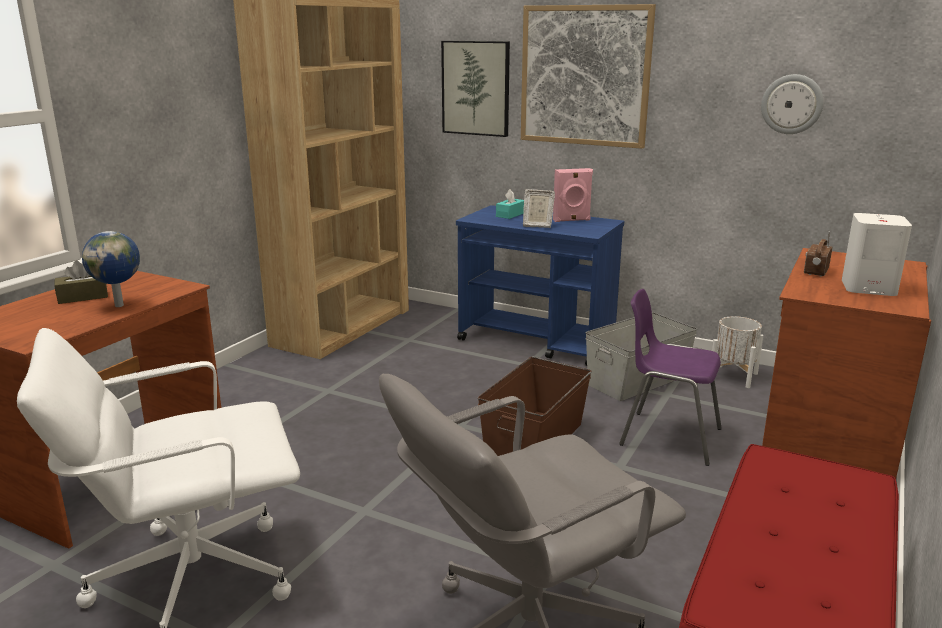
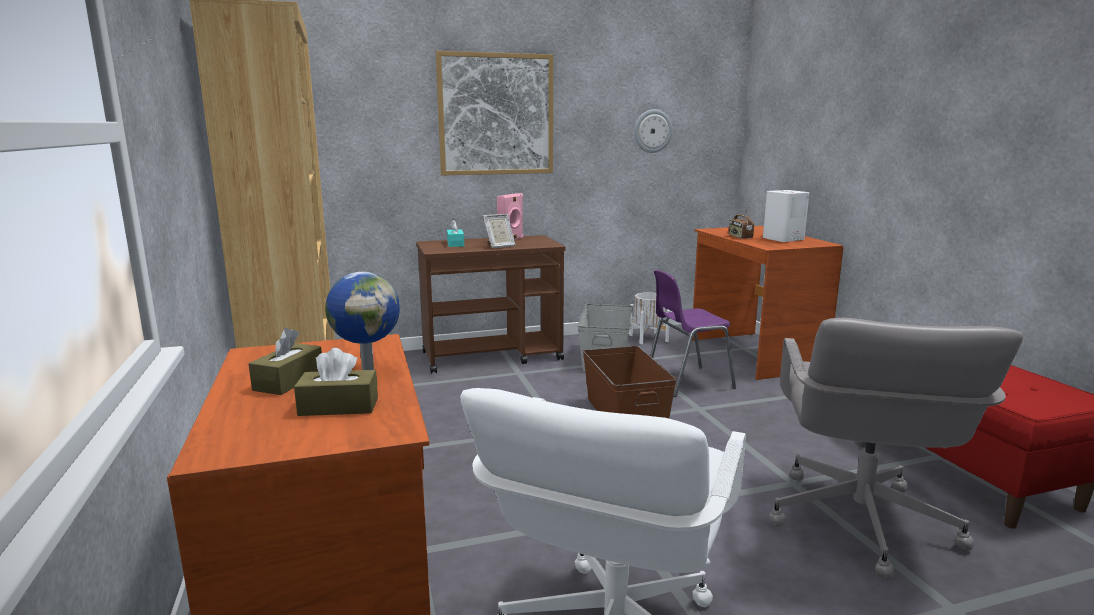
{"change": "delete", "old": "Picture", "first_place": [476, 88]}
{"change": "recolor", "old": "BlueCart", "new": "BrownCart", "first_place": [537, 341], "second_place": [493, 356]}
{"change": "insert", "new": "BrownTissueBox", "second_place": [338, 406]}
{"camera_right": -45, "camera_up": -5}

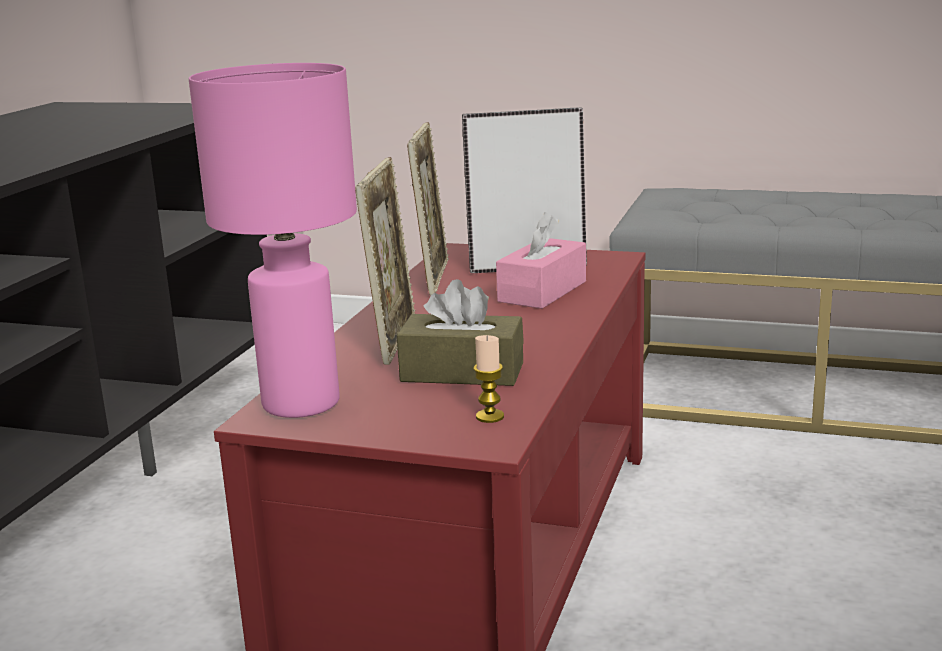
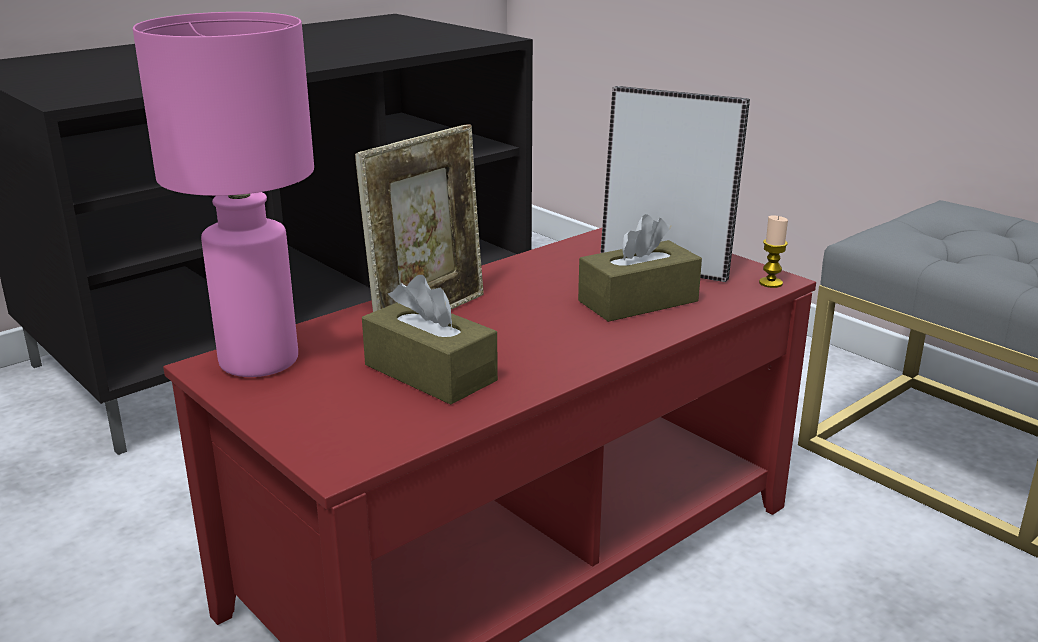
{"change": "delete", "old": "PictureFrame", "first_place": [433, 277]}
{"change": "move", "old": "Candle", "first_place": [490, 416], "second_place": [770, 283]}
{"change": "recolor", "old": "PinkTissueBox", "new": "BrownTissueBox", "first_place": [542, 291], "second_place": [638, 301]}
{"camera_right": 30, "camera_up": 5}

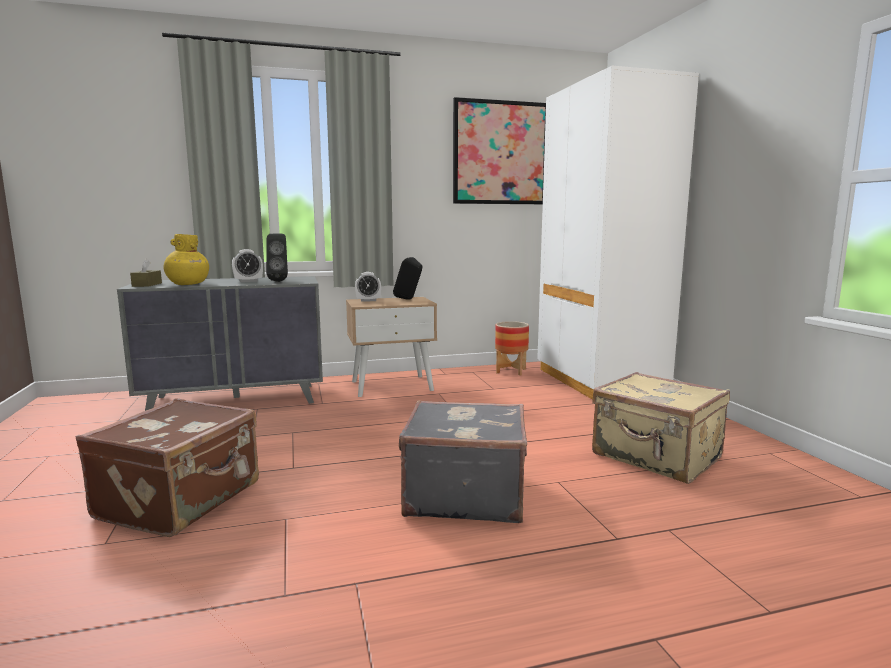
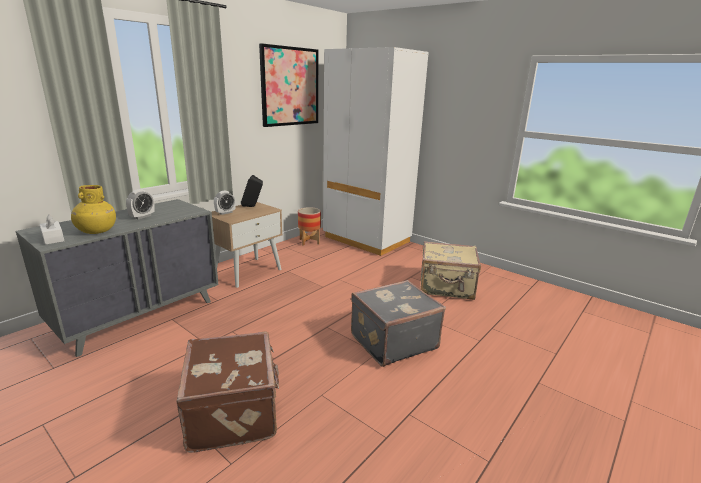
{"change": "recolor", "old": "BrownTissueBox", "new": "WhiteTissueBox", "first_place": [147, 284], "second_place": [53, 238]}
{"change": "delete", "old": "BlackSpeaker", "first_place": [279, 281]}
{"camera_right": -35, "camera_up": 10}

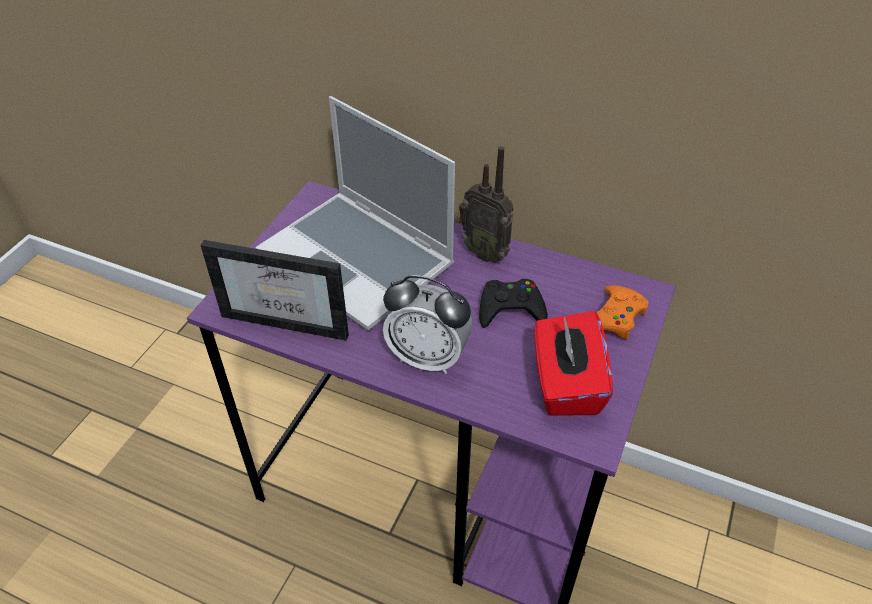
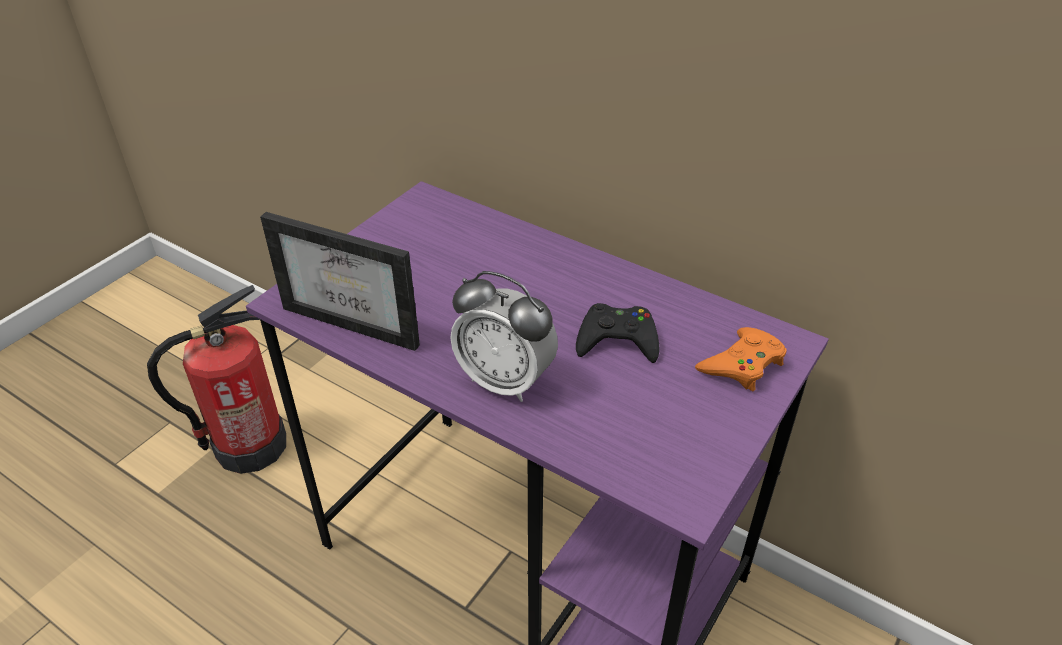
{"change": "delete", "old": "Laptop", "first_place": [359, 260]}
{"change": "delete", "old": "Radio", "first_place": [486, 252]}
{"change": "delete", "old": "RedTissueBox", "first_place": [566, 384]}
{"change": "insert", "new": "FireExtinguisher", "second_place": [249, 446]}
{"camera_right": 10, "camera_up": -5}

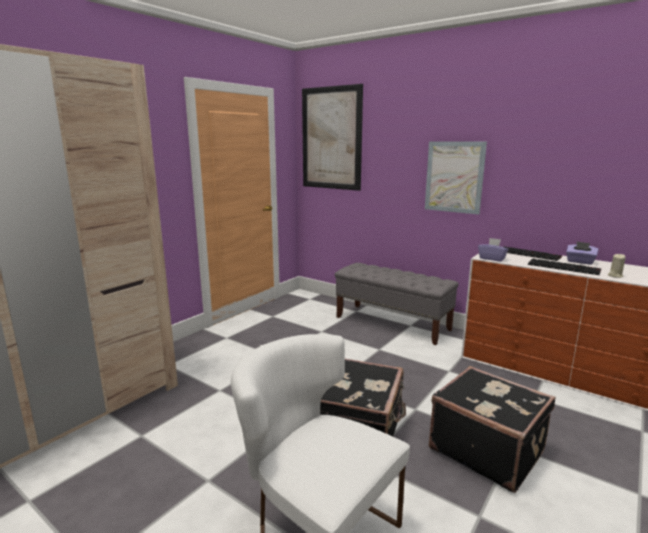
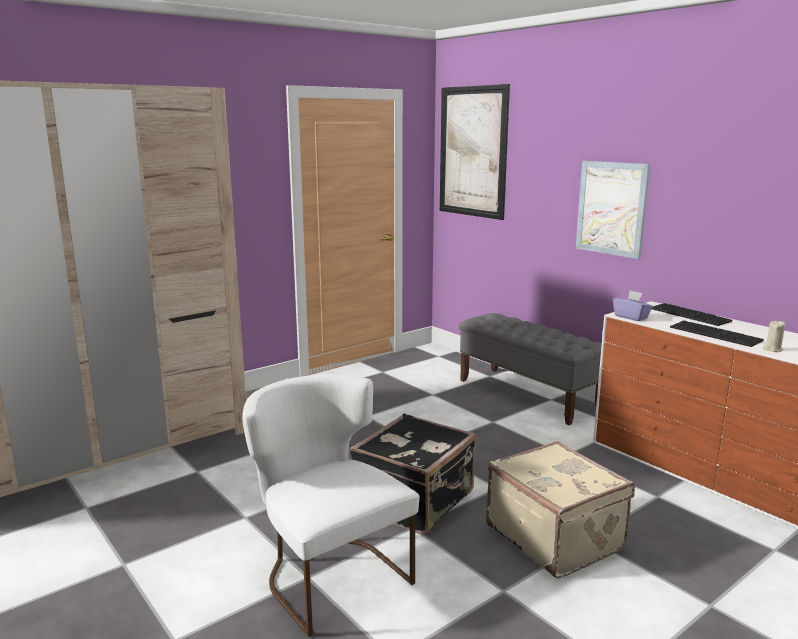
{"change": "recolor", "old": "BlackSuitcase", "new": "BeigeSuitcase", "first_place": [486, 449], "second_place": [555, 536]}
{"change": "delete", "old": "PurpleTissueBox", "first_place": [580, 262]}
{"camera_right": 15, "camera_up": 0}

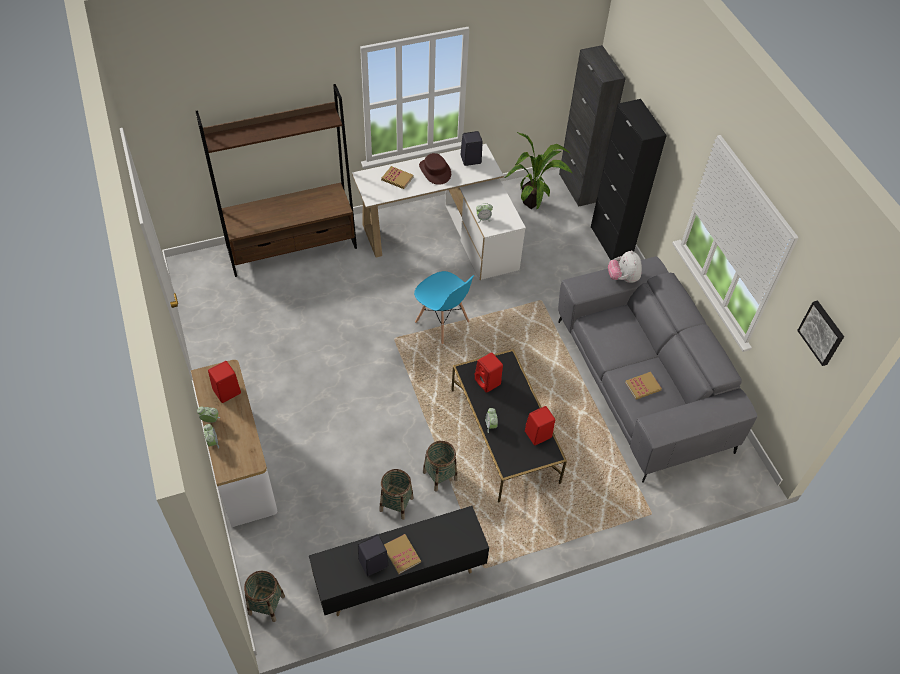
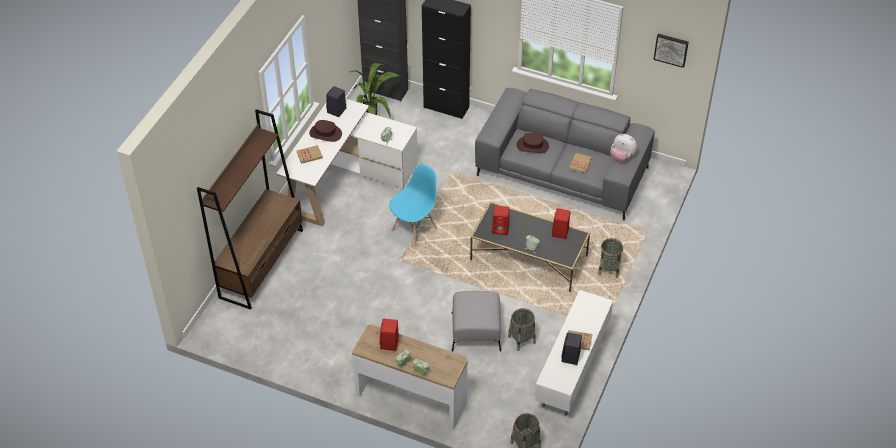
{"change": "recolor", "old": "BlackTvStand", "new": "WhiteTvStand", "first_place": [399, 578], "second_place": [571, 370]}
{"change": "rotate", "old": "BlueChair", "first_place": [442, 323], "second_place": [414, 229], "degrees": -45}
{"change": "move", "old": "Basket", "first_place": [440, 476], "second_place": [609, 269]}
{"change": "move", "old": "PlushToy", "first_place": [623, 278], "second_place": [622, 157]}
{"change": "insert", "new": "GreyOttoman", "second_place": [476, 331]}
{"change": "insert", "new": "BrownHat", "second_place": [532, 146]}
{"camera_right": -45, "camera_up": -5}

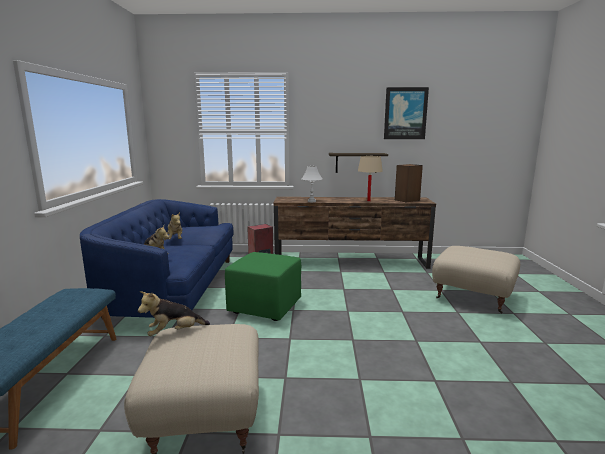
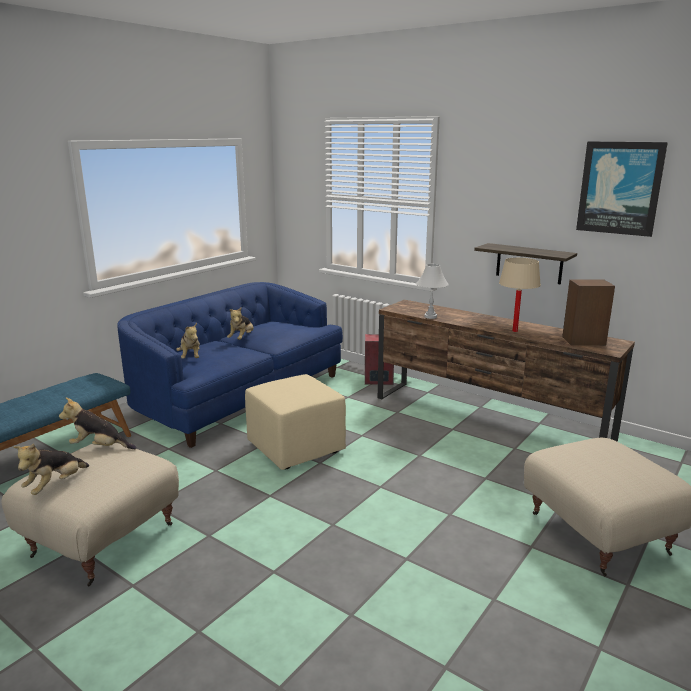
{"change": "recolor", "old": "GreenOttoman", "new": "BeigeOttoman", "first_place": [264, 307], "second_place": [294, 448]}
{"change": "insert", "new": "PlushToy", "second_place": [55, 485]}
{"camera_right": 35, "camera_up": 5}

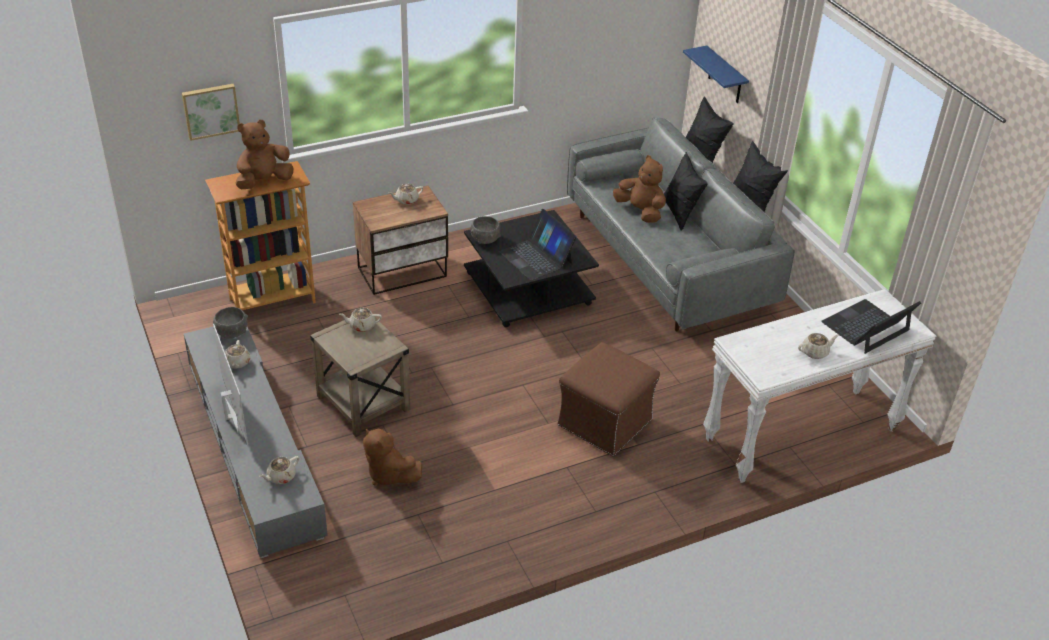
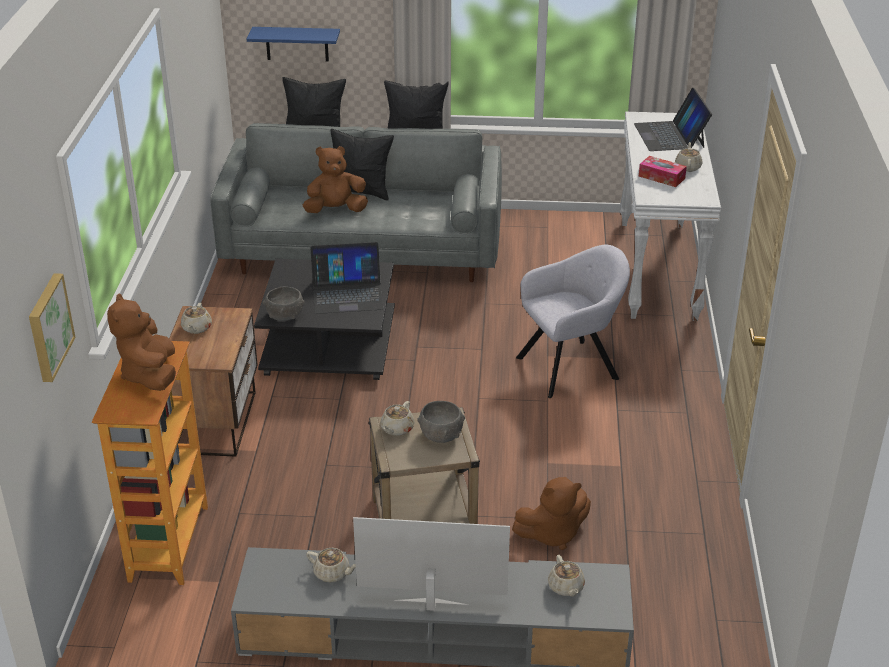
{"change": "move", "old": "GreyBowl", "first_place": [232, 332], "second_place": [441, 435]}
{"change": "replace", "old": "BrownOttoman", "new": "GreyArmchair", "first_place": [604, 423], "second_place": [571, 367]}
{"change": "insert", "new": "TissueBox", "second_place": [661, 177]}
{"camera_right": -60, "camera_up": -5}

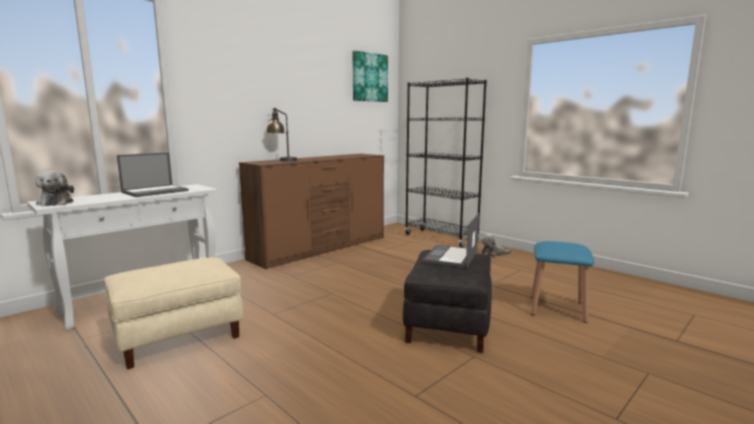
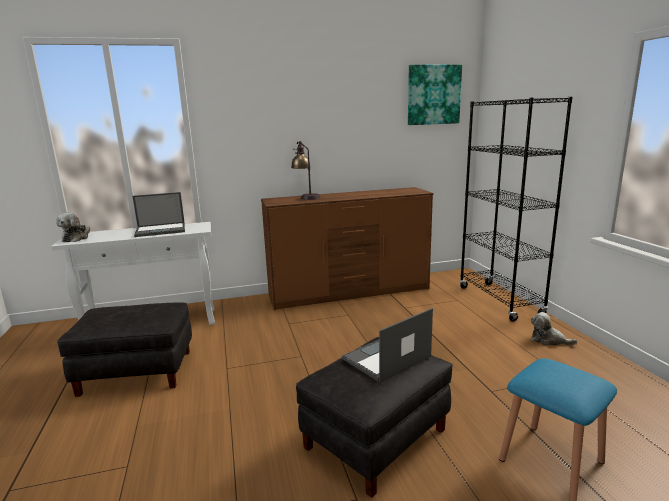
{"change": "recolor", "old": "BeigeOttoman", "new": "BlackOttoman", "first_place": [178, 337], "second_place": [136, 373]}
{"camera_right": 30, "camera_up": 5}

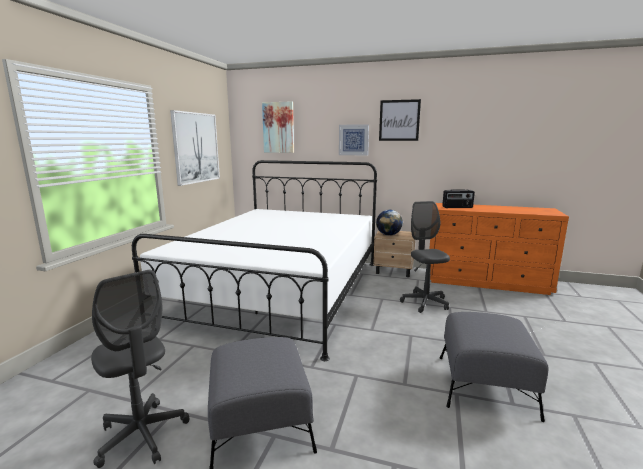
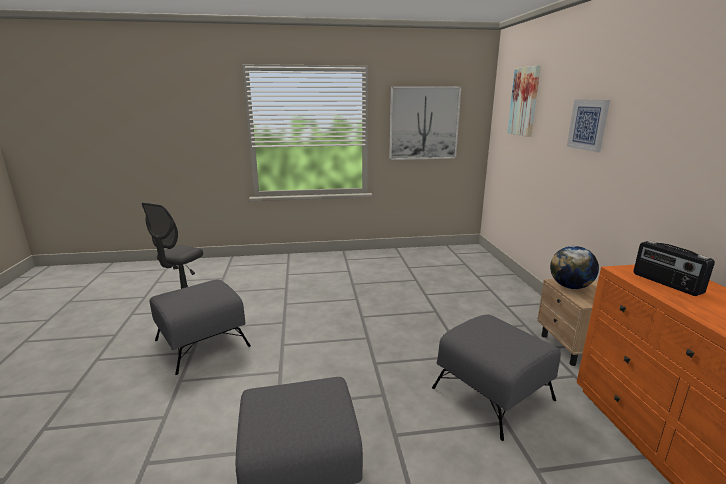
{"change": "delete", "old": "WhiteBed", "first_place": [280, 290]}
{"change": "delete", "old": "Picture", "first_place": [399, 120]}
{"change": "replace", "old": "GreyOfficeChair", "new": "GreyOttoman", "first_place": [424, 302], "second_place": [493, 394]}
{"camera_right": 65, "camera_up": 5}

